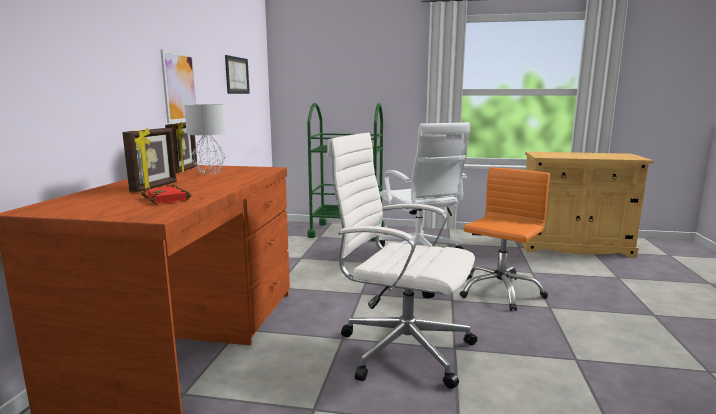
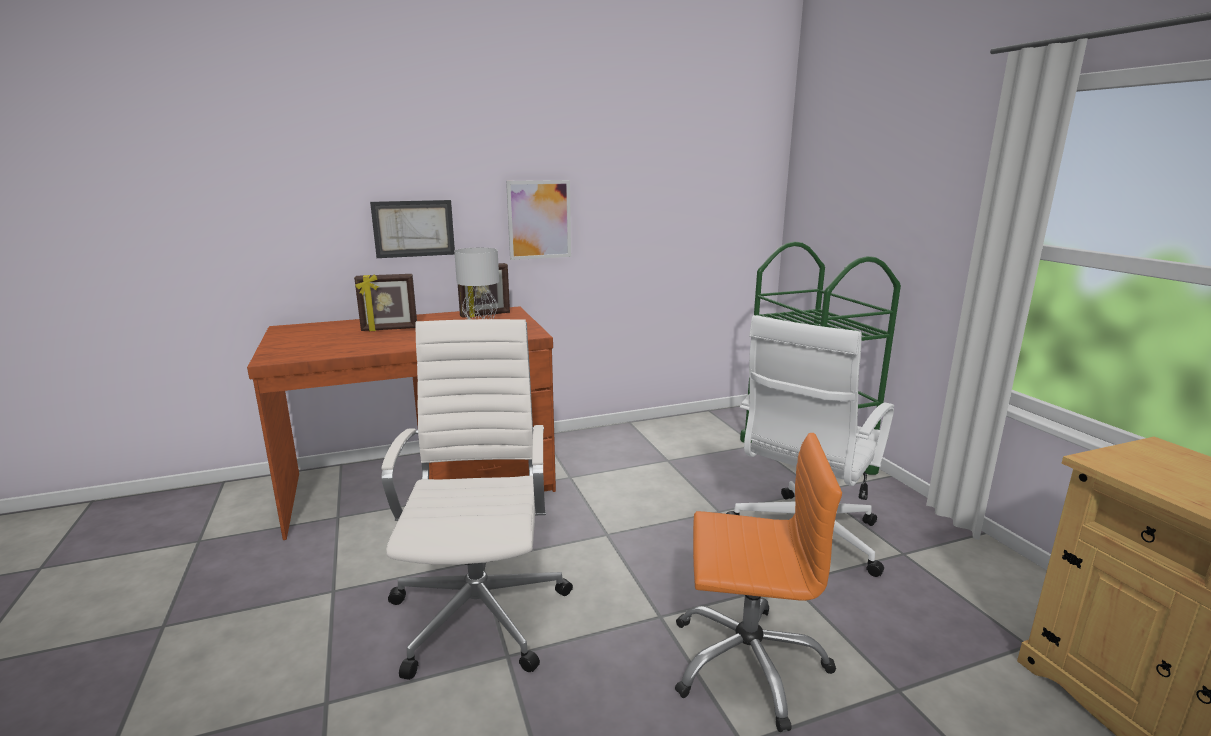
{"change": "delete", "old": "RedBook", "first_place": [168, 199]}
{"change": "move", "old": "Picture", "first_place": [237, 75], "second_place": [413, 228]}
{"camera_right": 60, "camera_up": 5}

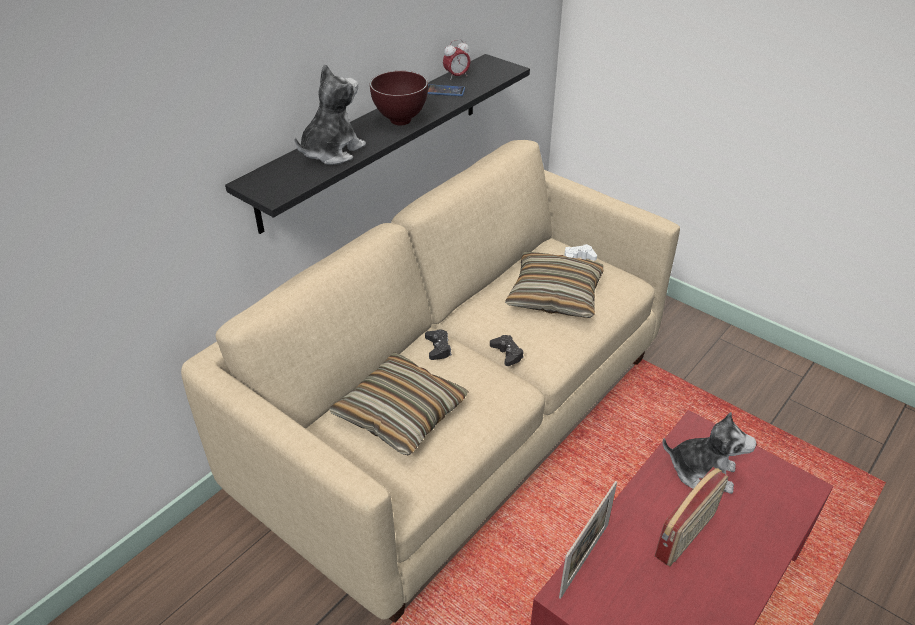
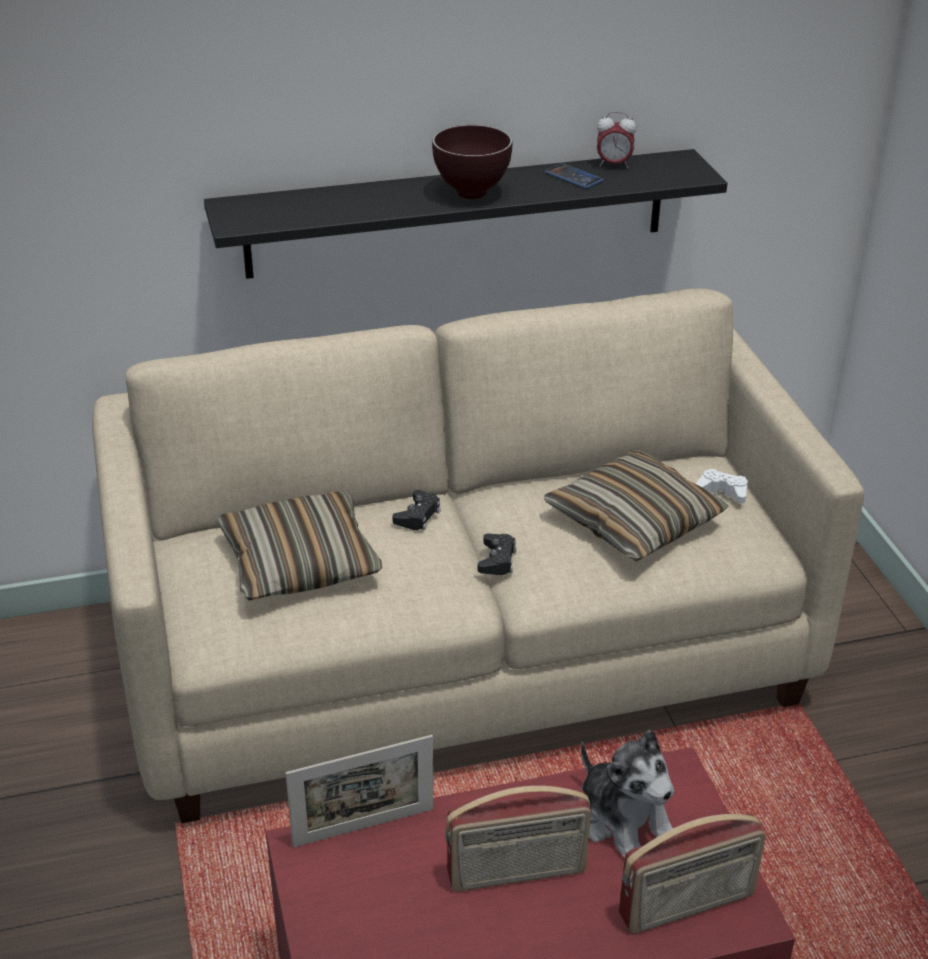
{"change": "delete", "old": "PlushToy", "first_place": [331, 152]}
{"change": "insert", "new": "Radio", "second_place": [687, 906]}
{"camera_right": 35, "camera_up": -5}

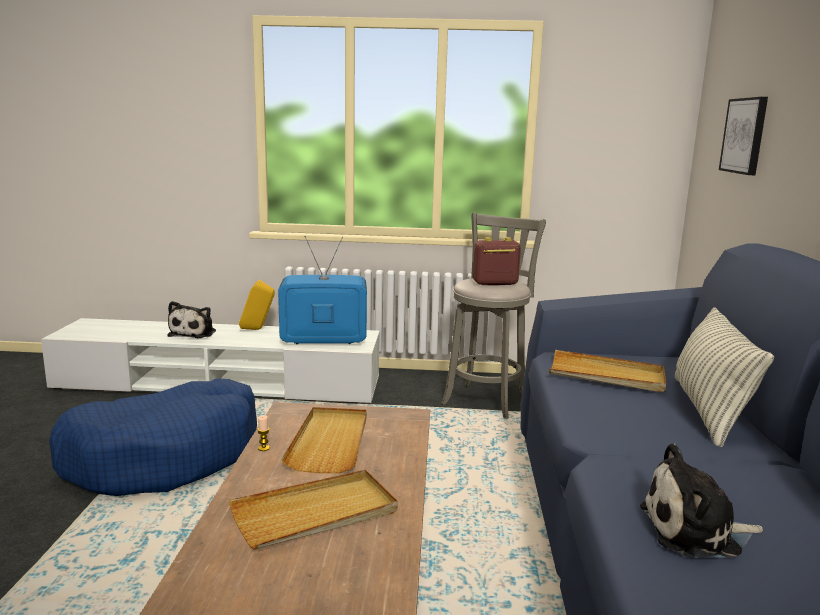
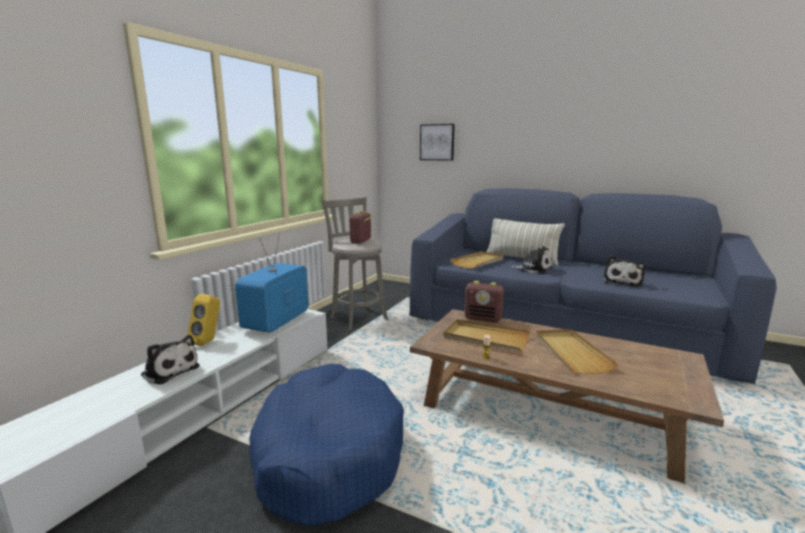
{"change": "insert", "new": "Radio", "second_place": [483, 318]}
{"change": "insert", "new": "PlushToy", "second_place": [533, 269]}
{"camera_right": -65, "camera_up": 0}

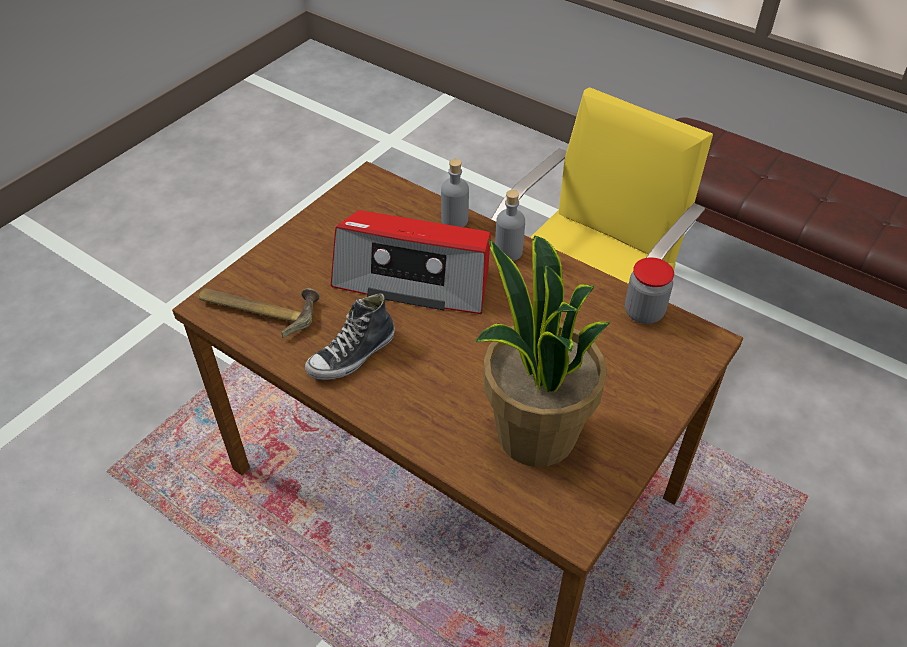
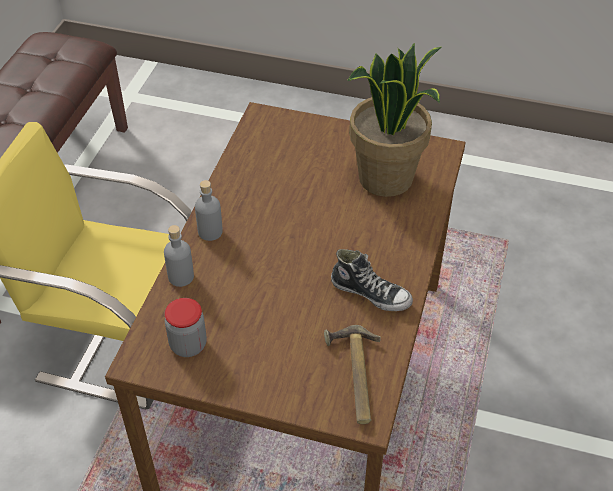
{"change": "delete", "old": "Radio", "first_place": [415, 277]}
{"change": "move", "old": "Jar", "first_place": [643, 313], "second_place": [188, 345]}
{"camera_right": -110, "camera_up": 0}

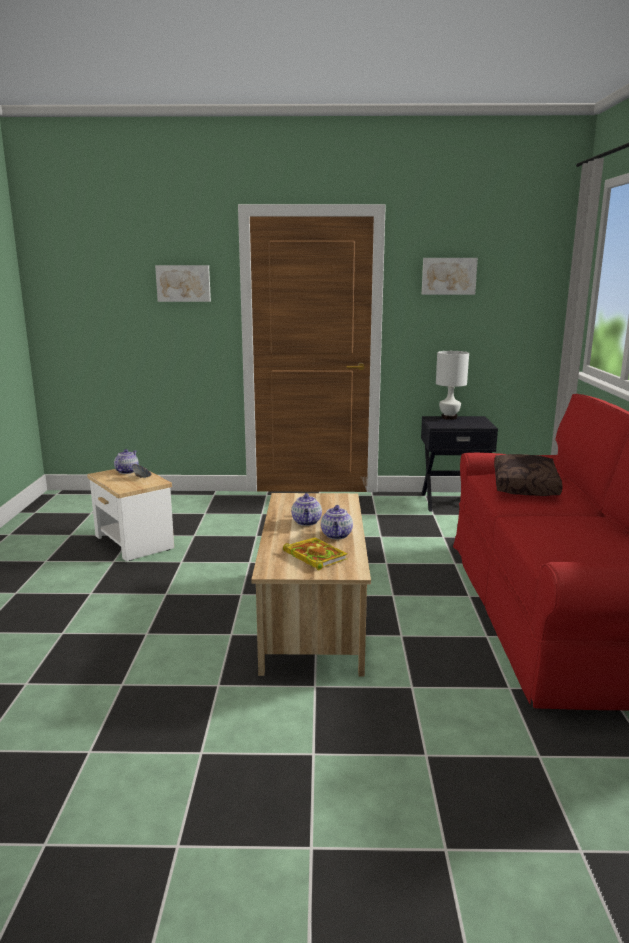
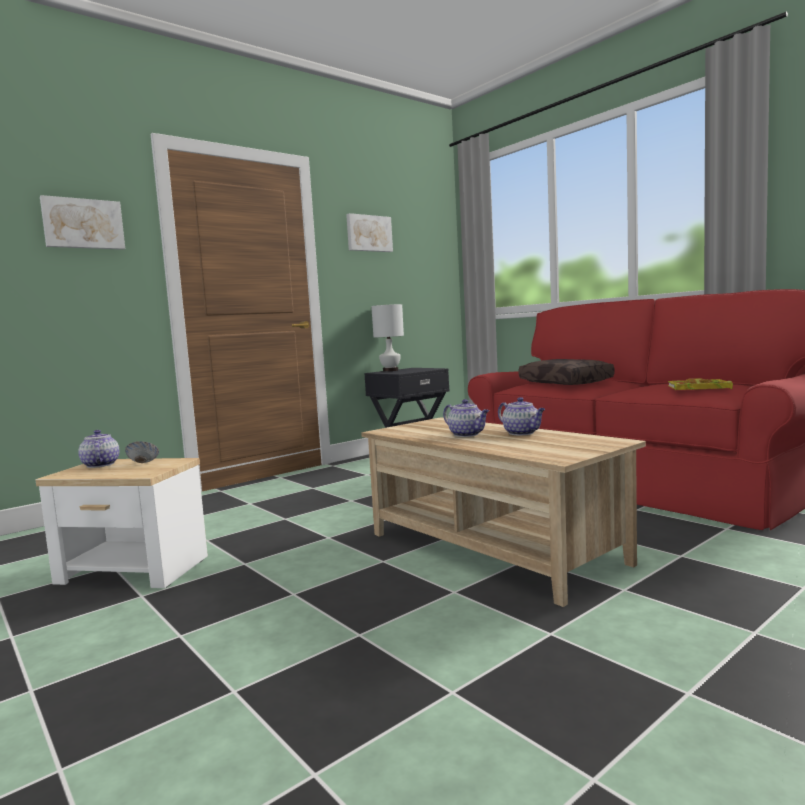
{"change": "move", "old": "Book", "first_place": [314, 556], "second_place": [697, 388]}
{"camera_right": -40, "camera_up": -10}

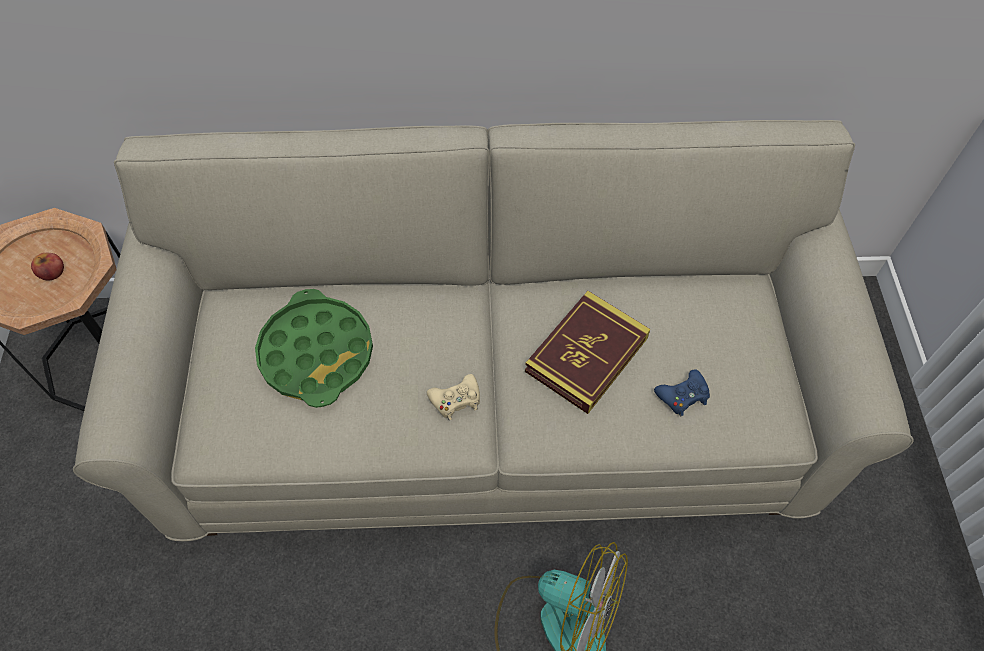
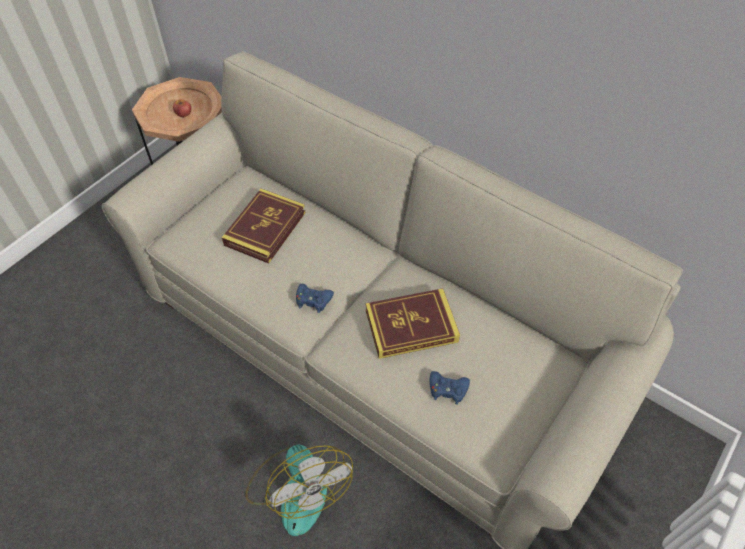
{"change": "replace", "old": "GreenTray", "new": "Book", "first_place": [316, 353], "second_place": [265, 228]}
{"change": "recolor", "old": "BeigeGameController", "new": "BlueGameController", "first_place": [456, 400], "second_place": [313, 300]}
{"camera_right": 40, "camera_up": -5}

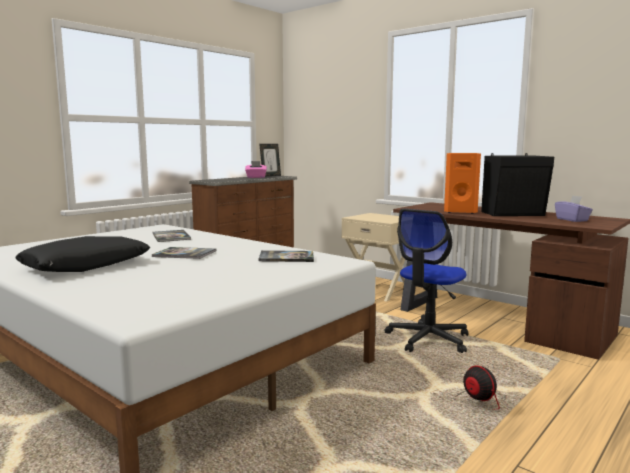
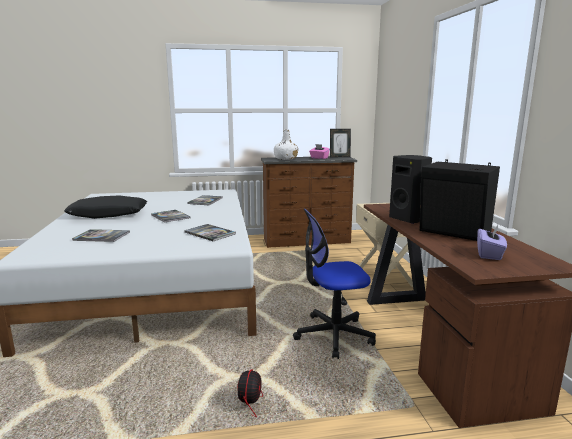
{"change": "recolor", "old": "OrangeSpeaker", "new": "BlackSpeaker", "first_place": [460, 212], "second_place": [408, 219]}
{"change": "insert", "new": "Book", "second_place": [102, 236]}
{"change": "insert", "new": "WhiteBottle", "second_place": [285, 158]}
{"camera_right": 40, "camera_up": 5}

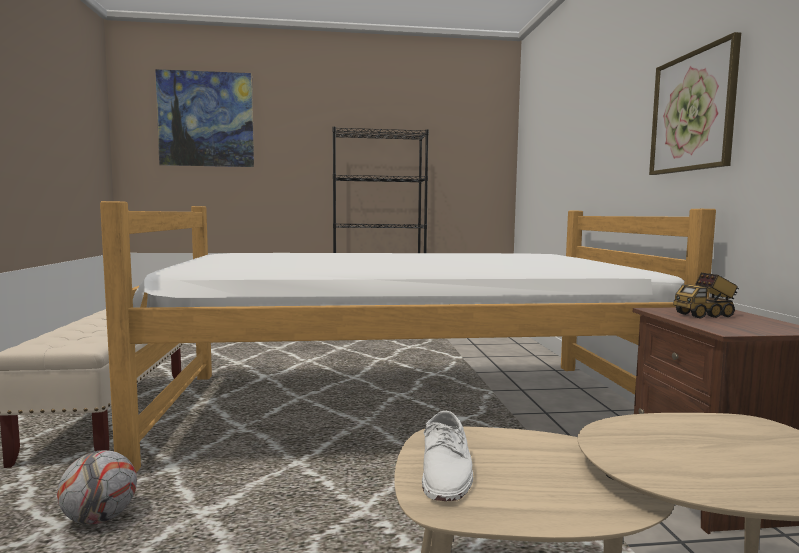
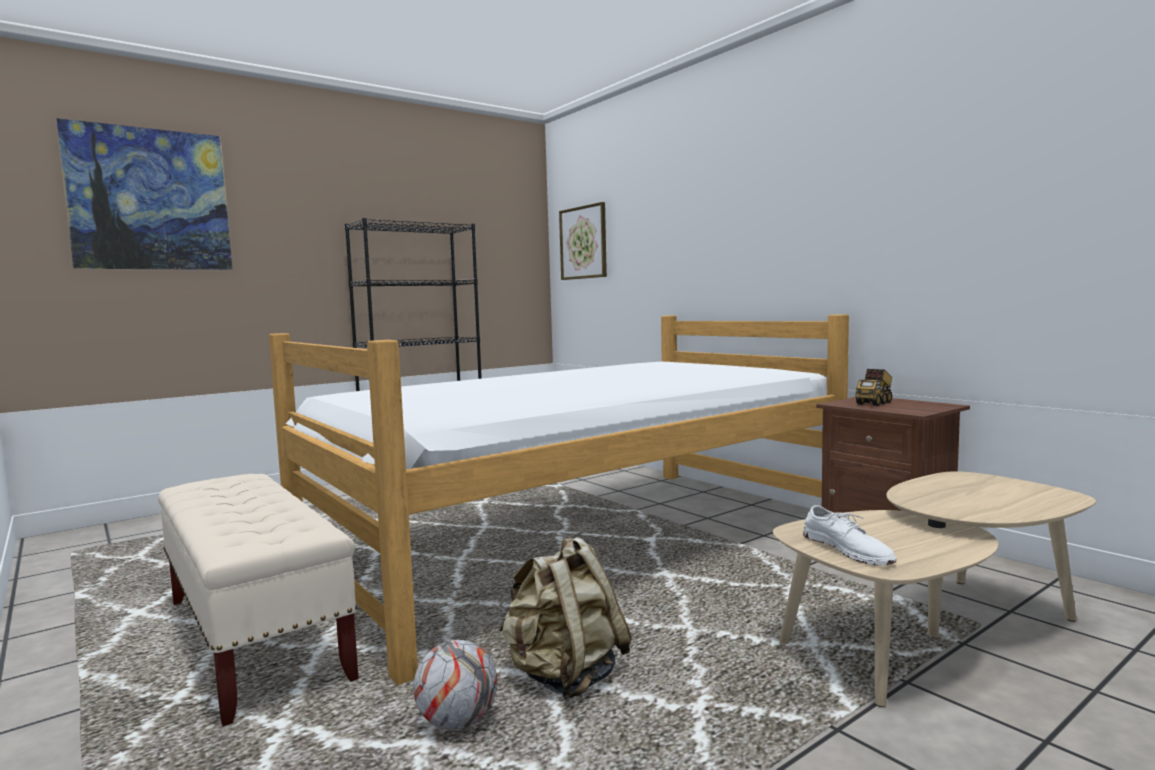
{"change": "move", "old": "Picture", "first_place": [693, 112], "second_place": [583, 242]}
{"change": "insert", "new": "BeigeBackpack", "second_place": [564, 676]}
{"camera_right": -30, "camera_up": 0}

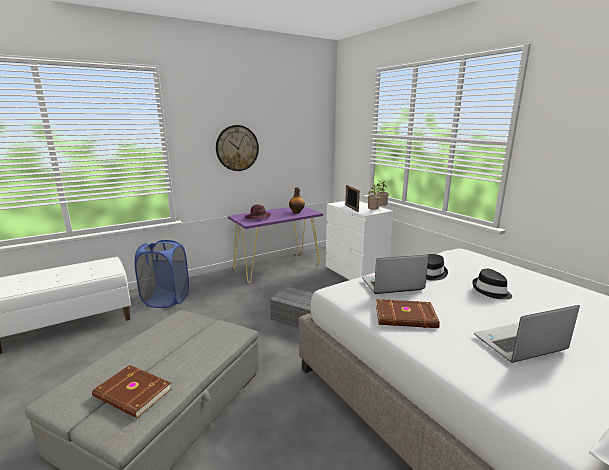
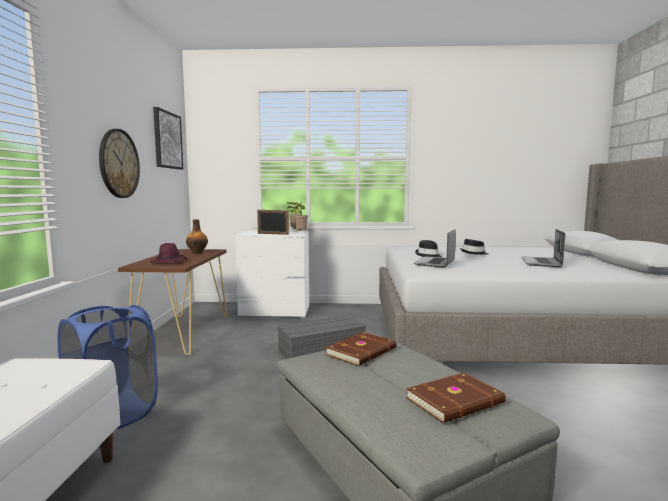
{"change": "recolor", "old": "PurpleConsoleTable", "new": "BrownConsoleTable", "first_place": [277, 266], "second_place": [183, 333]}
{"change": "move", "old": "BrownBook", "first_place": [406, 317], "second_place": [362, 352]}
{"change": "insert", "new": "Picture", "second_place": [167, 140]}
{"camera_right": -55, "camera_up": -10}

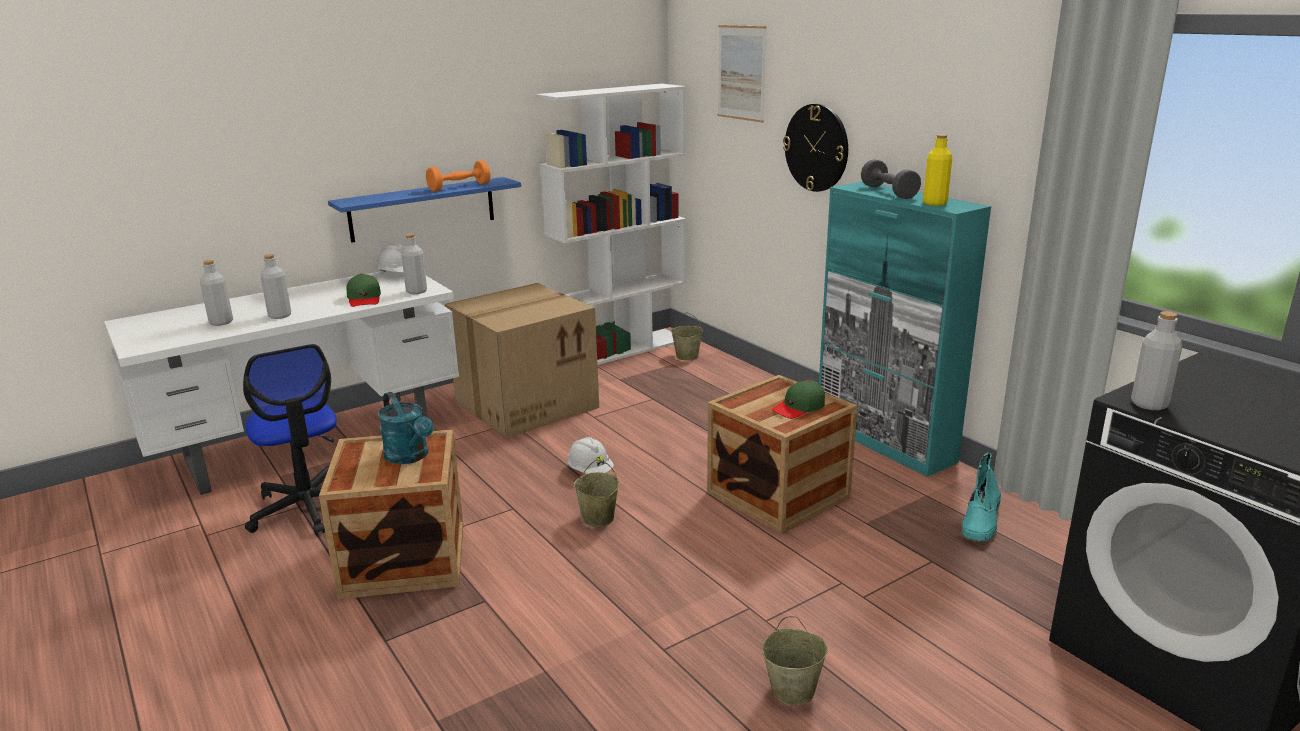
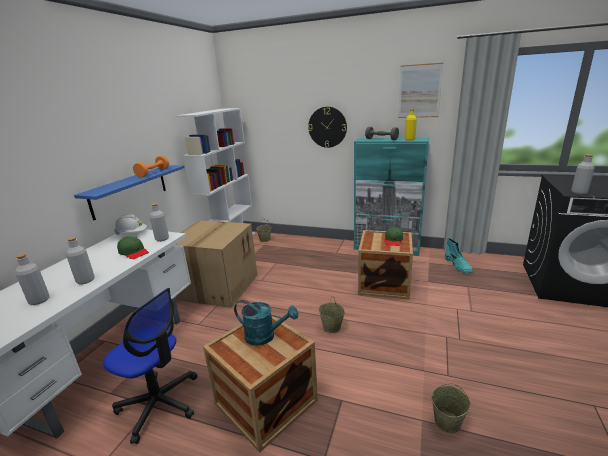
{"change": "delete", "old": "WhiteHardHat", "first_place": [590, 471]}
{"change": "move", "old": "Picture", "first_place": [741, 73], "second_place": [419, 91]}
{"change": "move", "old": "BeigeBucket", "first_place": [793, 690], "second_place": [447, 421]}
{"camera_right": -35, "camera_up": 0}

